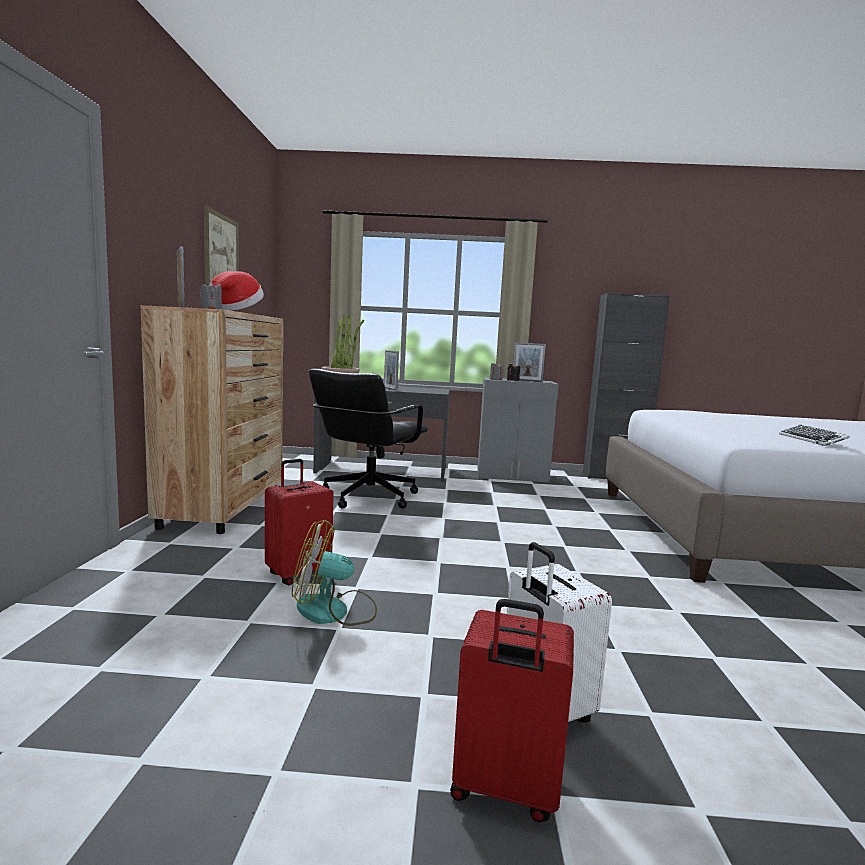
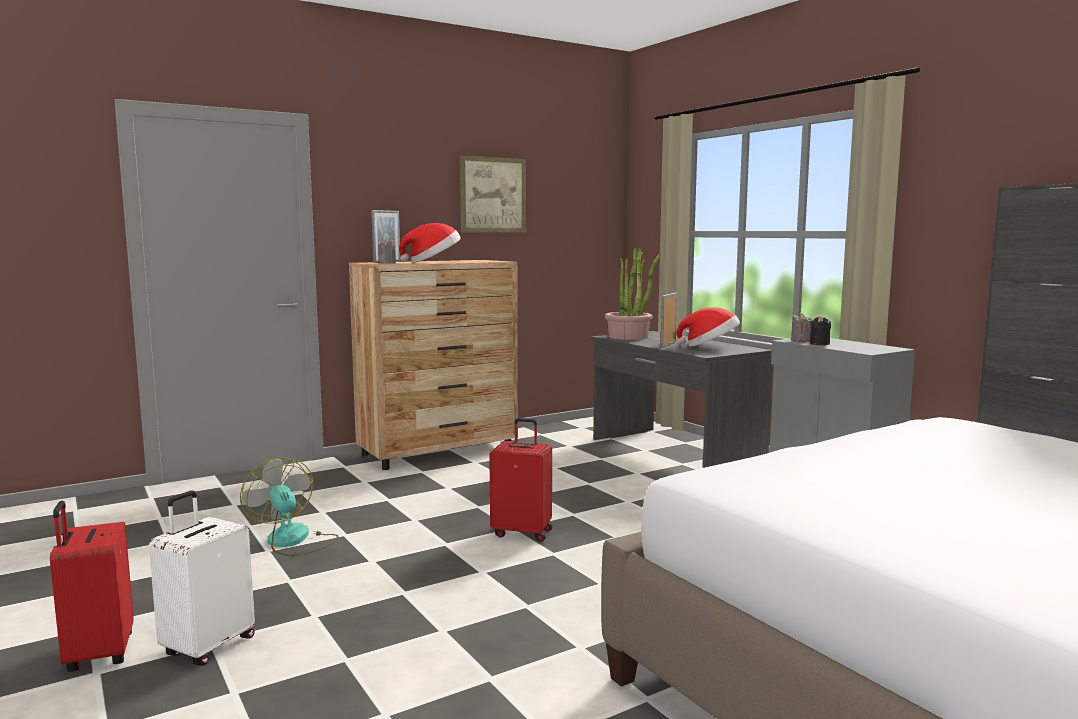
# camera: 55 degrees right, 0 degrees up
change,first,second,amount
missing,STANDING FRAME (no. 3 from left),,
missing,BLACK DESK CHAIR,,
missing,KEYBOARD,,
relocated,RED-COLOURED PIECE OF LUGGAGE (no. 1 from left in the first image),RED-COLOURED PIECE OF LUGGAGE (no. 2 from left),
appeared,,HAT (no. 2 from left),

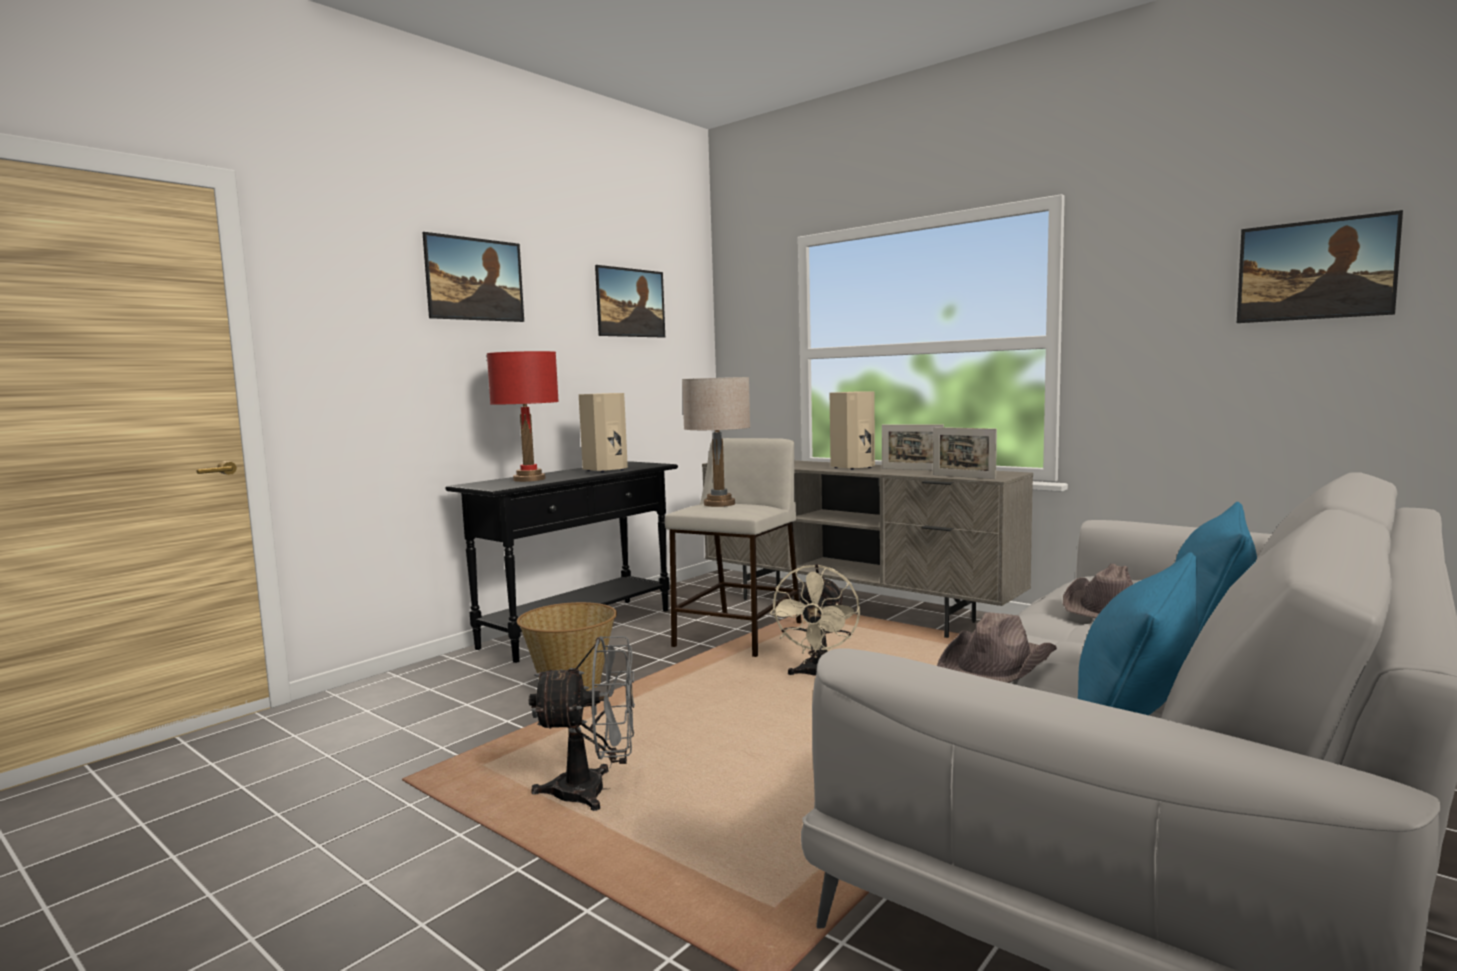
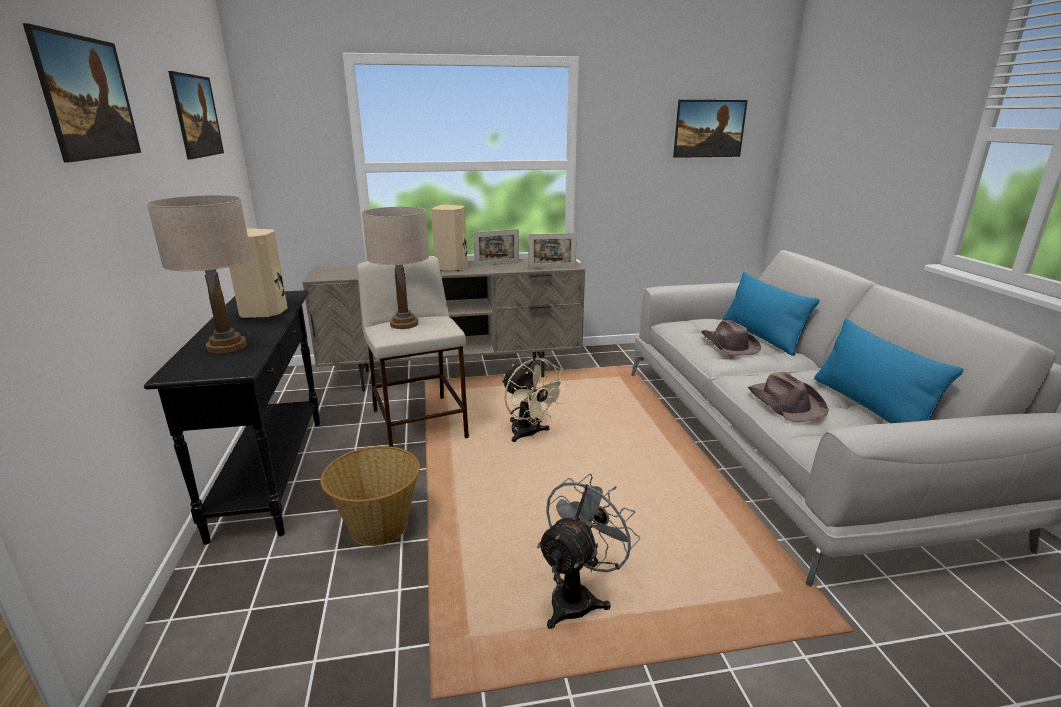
# camera: 50 degrees left, 15 degrees up
change,first,second,amount
colour,RED-COLOURED TABLE LAMP,SAND-COLOURED TABLE LAMP (no. 1 from left),

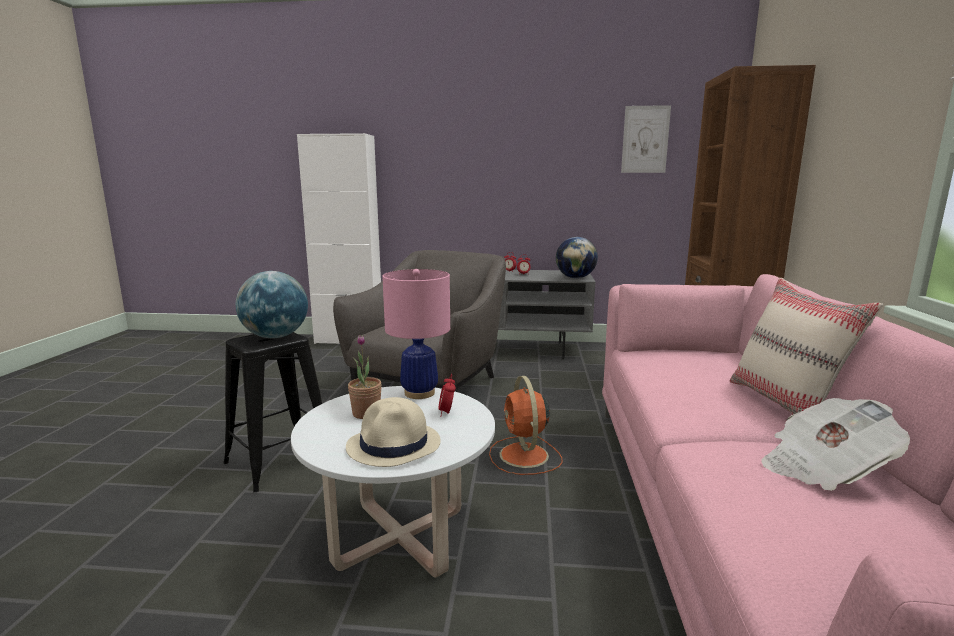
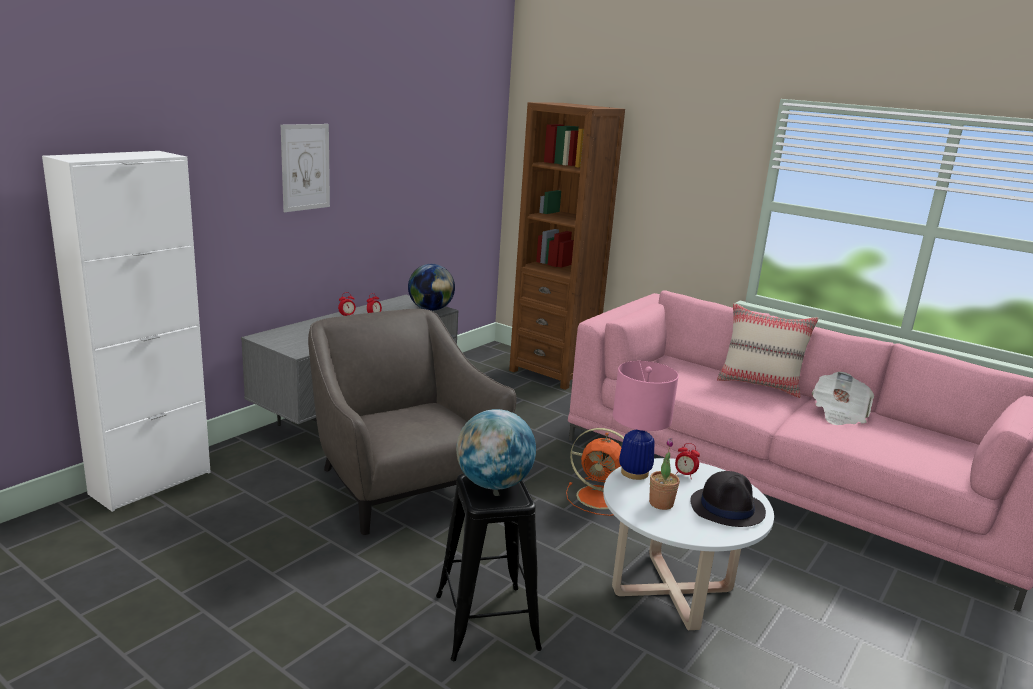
# camera: 60 degrees left, 5 degrees up
change,first,second,amount
relocated,WALL ART,,
colour,SAND-COLOURED HAT,BLACK HAT,

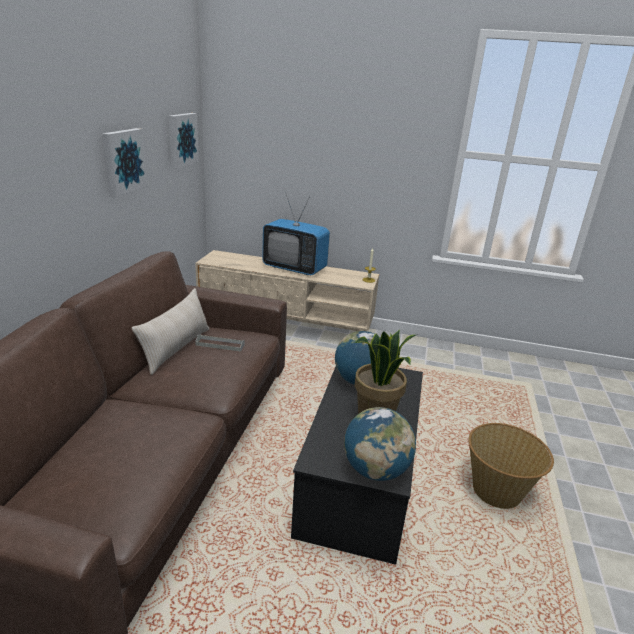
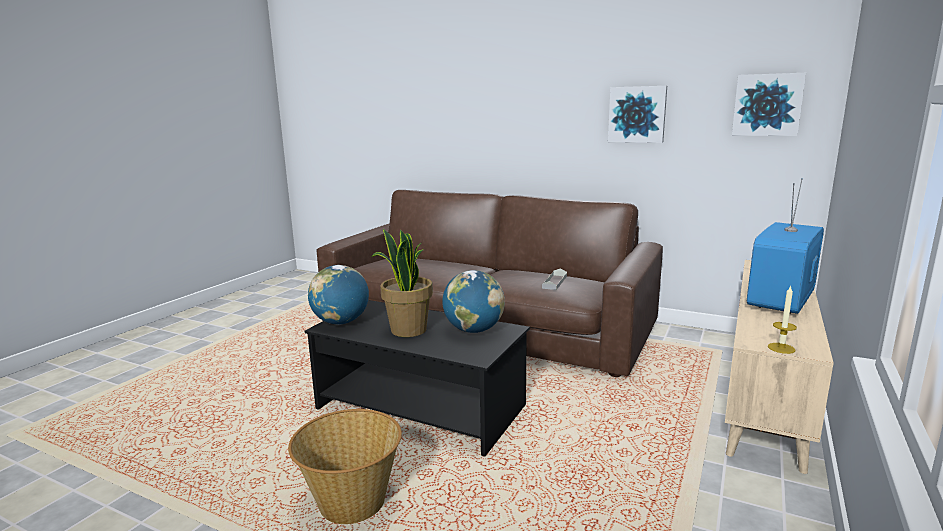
# camera: 105 degrees right, 10 degrees down
change,first,second,amount
missing,SAND-COLOURED THROW PILLOW,,

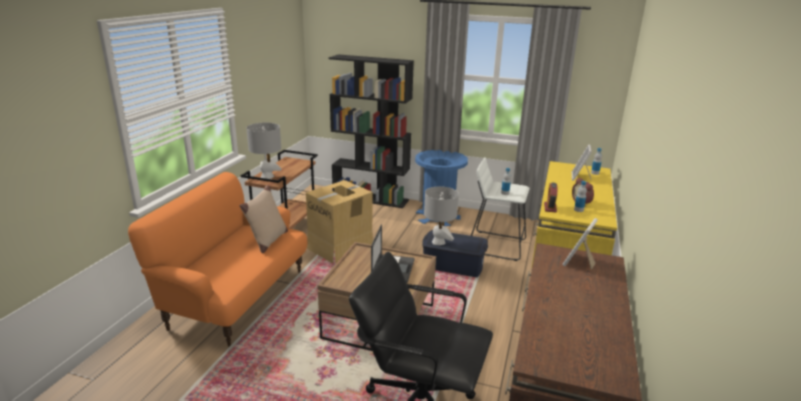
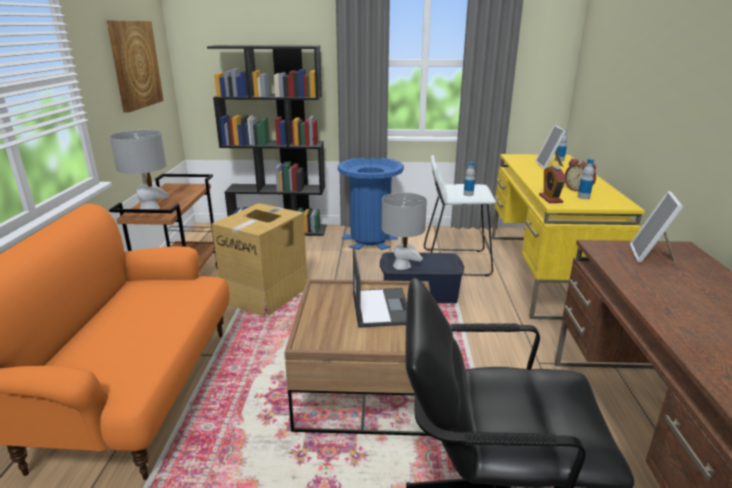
# camera: 15 degrees left, 0 degrees up
change,first,second,amount
missing,SAND-COLOURED THROW PILLOW,,
appeared,,WALL ART,

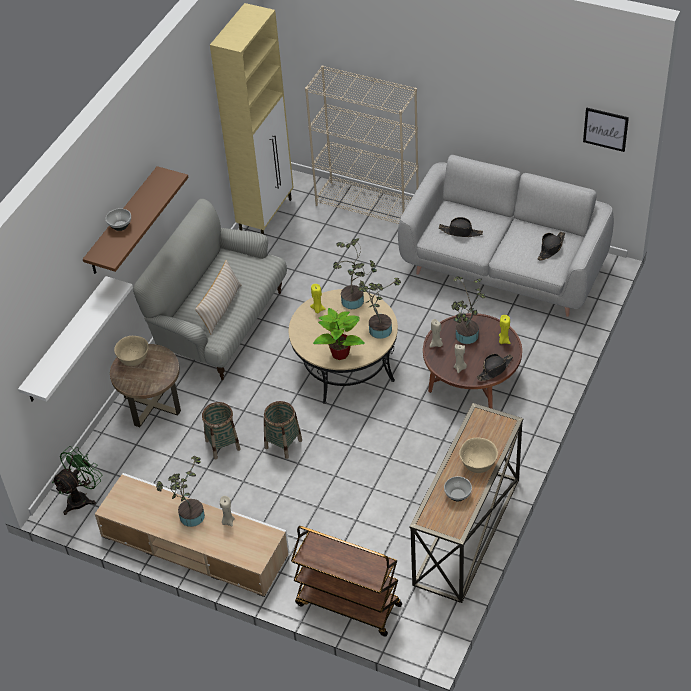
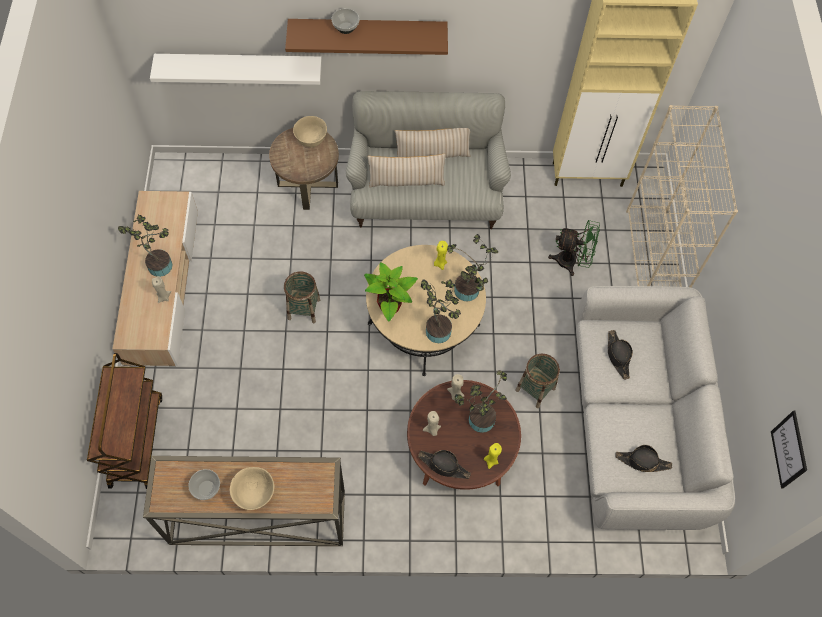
# camera: 60 degrees right, 15 degrees up
change,first,second,amount
relocated,STORAGE BASKET (no. 1 from left in the first image),STORAGE BASKET (no. 2 from left),
relocated,GREEN-COLOURED COOLING FAN,,
appeared,,SAND-COLOURED THROW PILLOW (no. 2 from left),

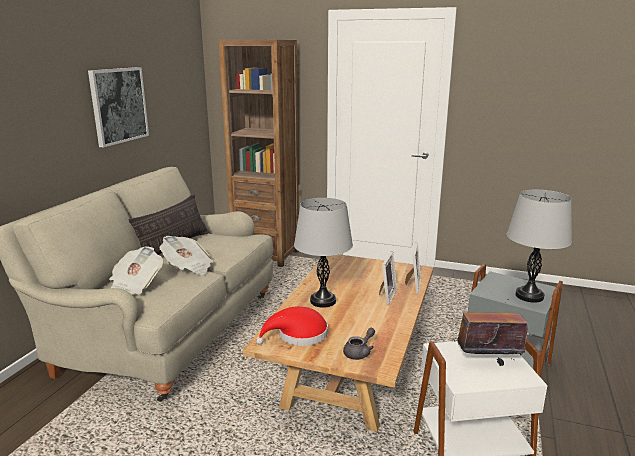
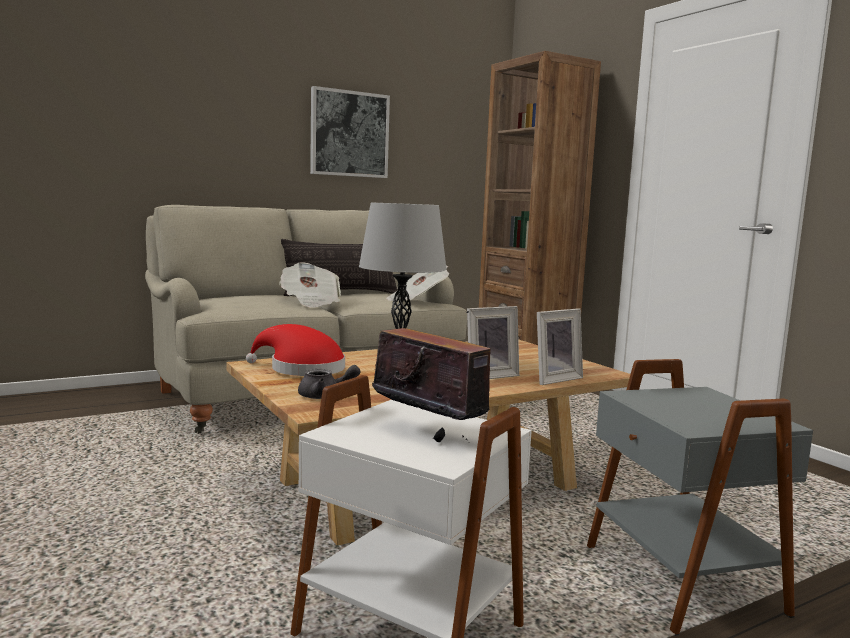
# camera: 40 degrees right, 10 degrees down
change,first,second,amount
missing,GREYISH TABLE LAMP (no. 2 from left),,
relocated,NEWSPAPER (no. 1 from left in the first image),NEWSPAPER (no. 2 from left),

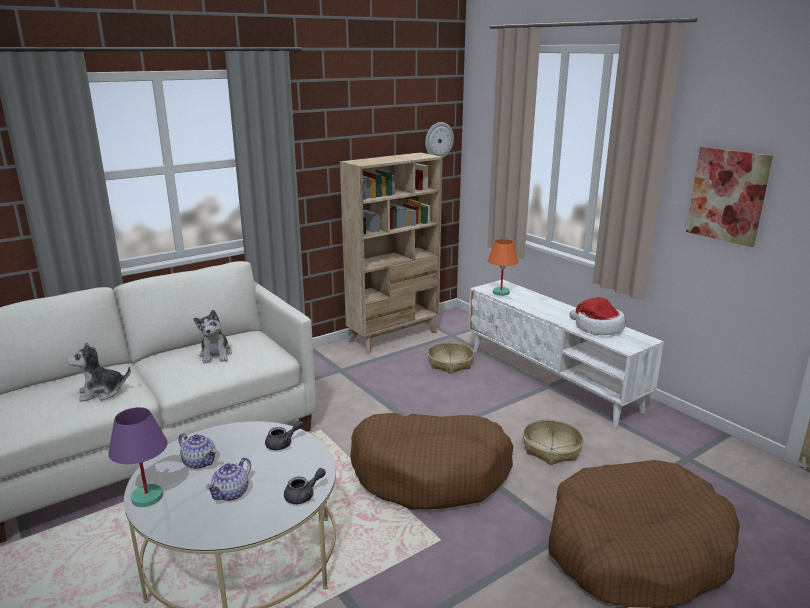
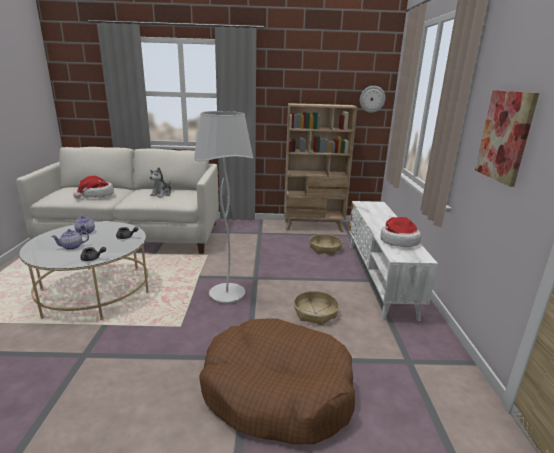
# camera: 35 degrees right, 0 degrees up
change,first,second,amount
missing,ORANGE-COLOURED TABLE LAMP,,
exchanged,PLUSH TOY (no. 1 from left),HAT (no. 1 from left),
missing,PURPLISH TABLE LAMP,,
exchanged,BROWN-COLOURED DOG BED (no. 1 from left),WHITISH STANDING LAMP,

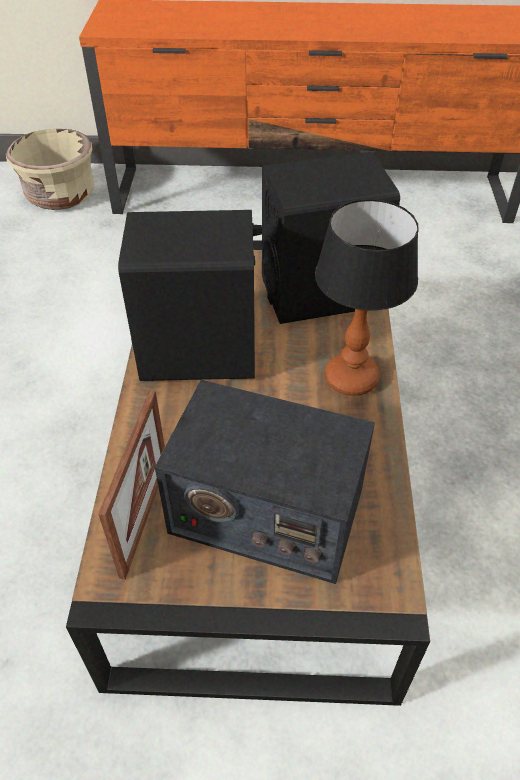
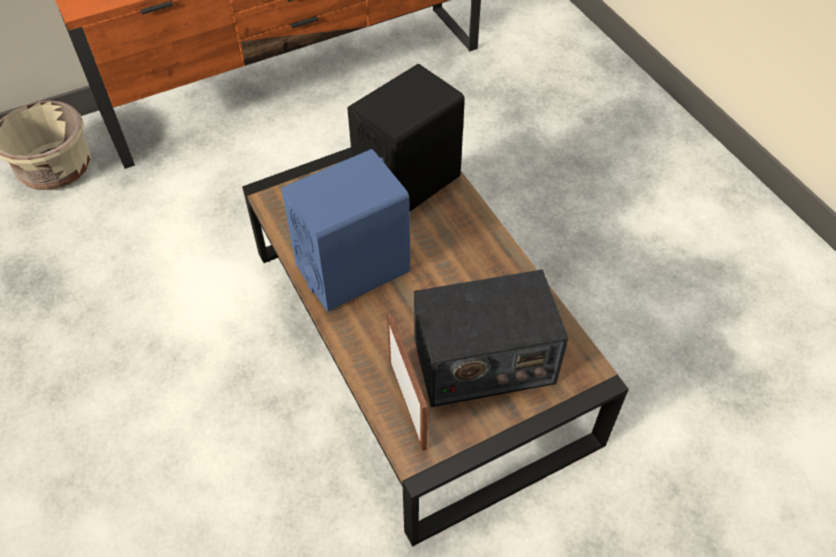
# camera: 30 degrees left, 5 degrees up
change,first,second,amount
missing,TABLE LAMP,,
colour,BLACK AUDIO SPEAKER (no. 1 from left),BLUE-COLOURED AUDIO SPEAKER,

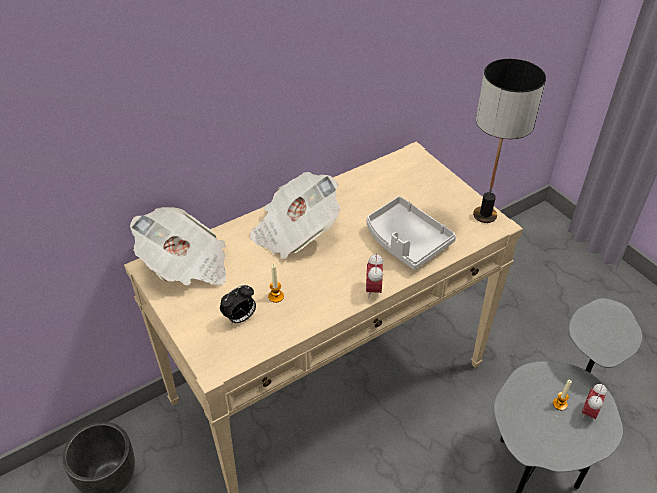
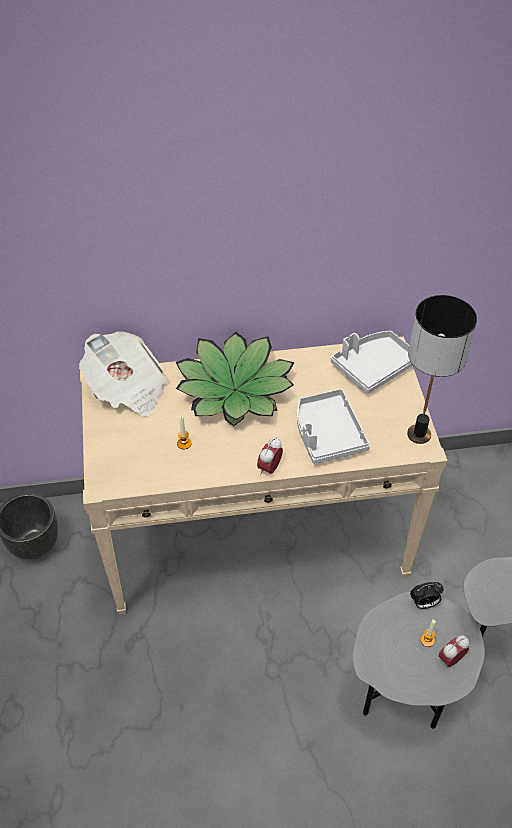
# camera: 25 degrees right, 5 degrees up
change,first,second,amount
exchanged,NEWSPAPER (no. 2 from left),PLANT IN A POT,
relocated,ALARM CLOCK (no. 1 from left in the first image),ALARM CLOCK (no. 2 from left),
appeared,,GREYISH SERVING TRAY (no. 2 from left),

